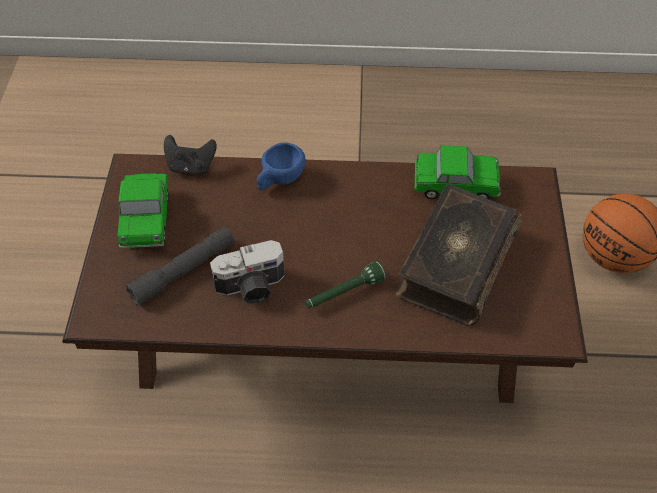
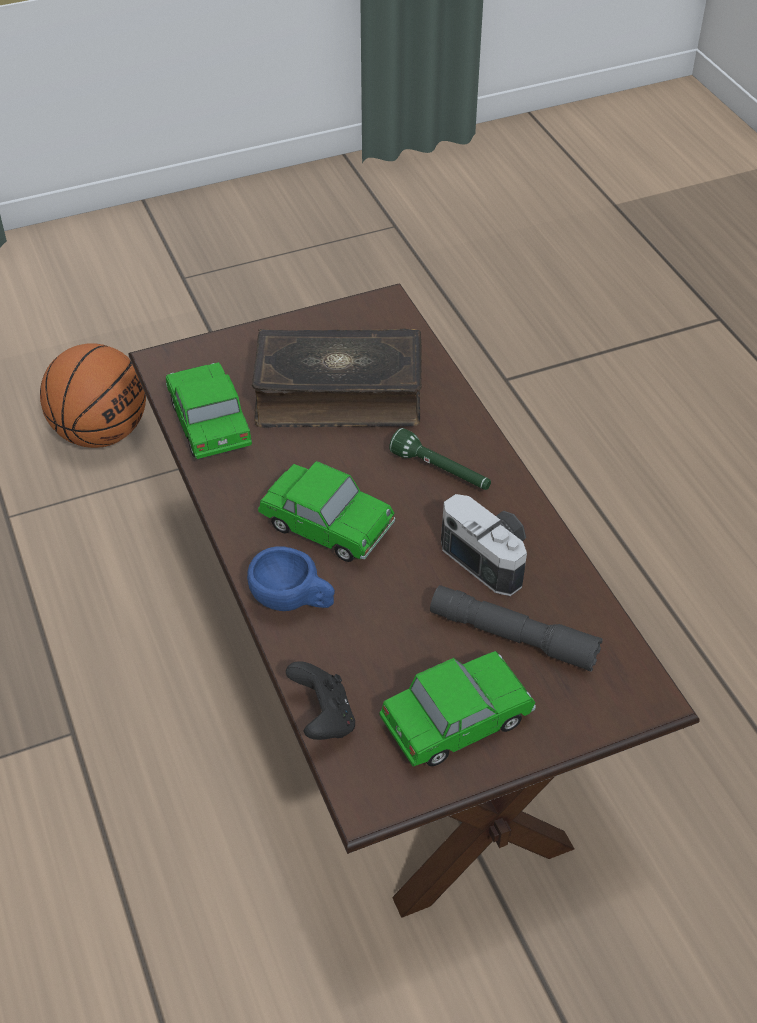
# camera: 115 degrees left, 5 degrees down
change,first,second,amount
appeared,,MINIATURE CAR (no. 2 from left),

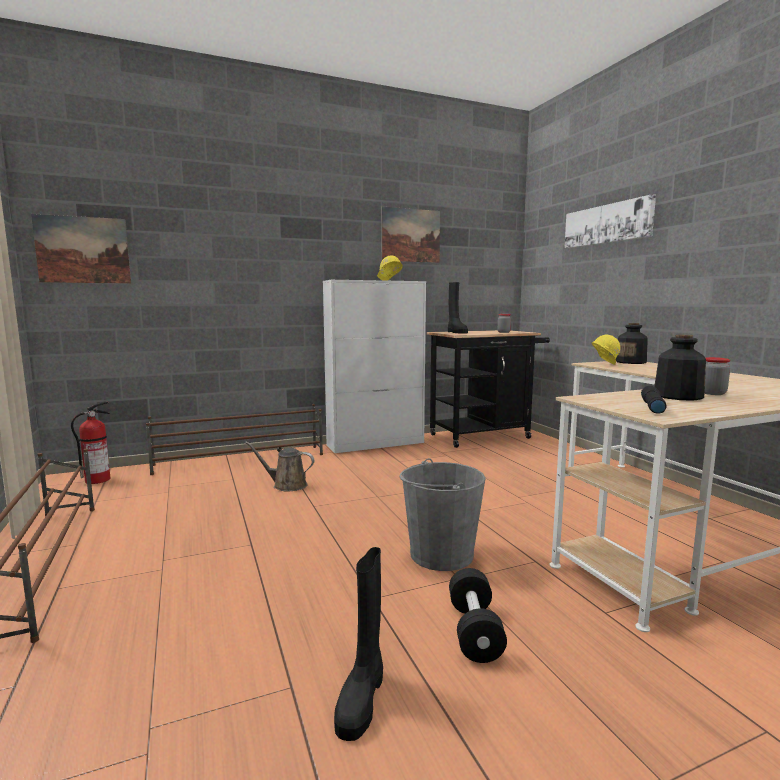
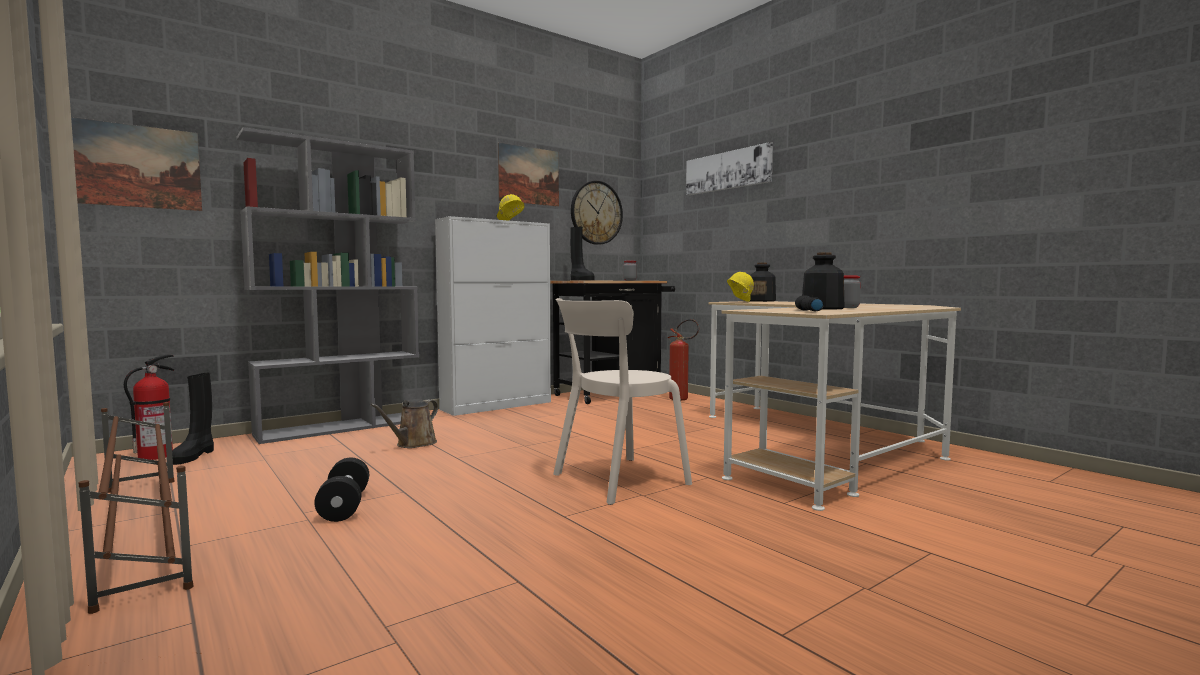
# camera: 15 degrees left, 5 degrees down
change,first,second,amount
exchanged,BROWN-COLOURED SHOE SHELF (no. 2 from left),GREYISH BOOKCASE,
spun,BROWN-COLOURED SPRINKLING CAN,,60 degrees counterclockwise
exchanged,GREYISH BUCKET,SAND-COLOURED CHAIR,
relocated,BLACK BOOT (no. 1 from left),,
relocated,BLACK FREE WEIGHT,,
appeared,,WALL CLOCK,
appeared,,EXTINGUISHER (no. 2 from left),

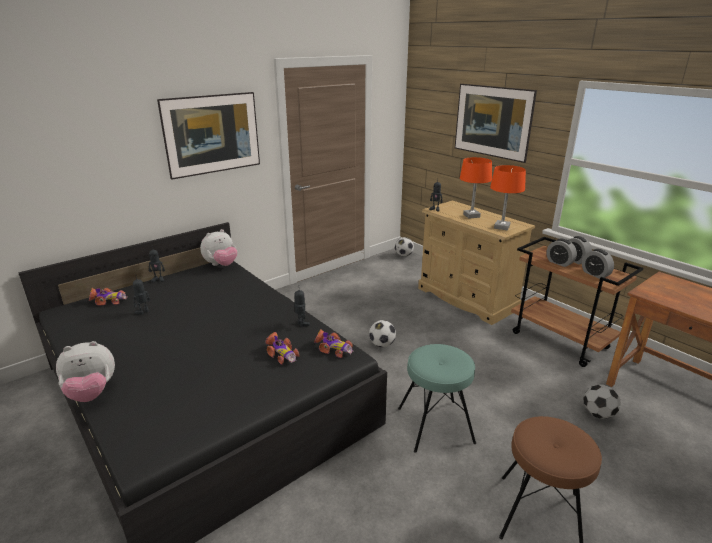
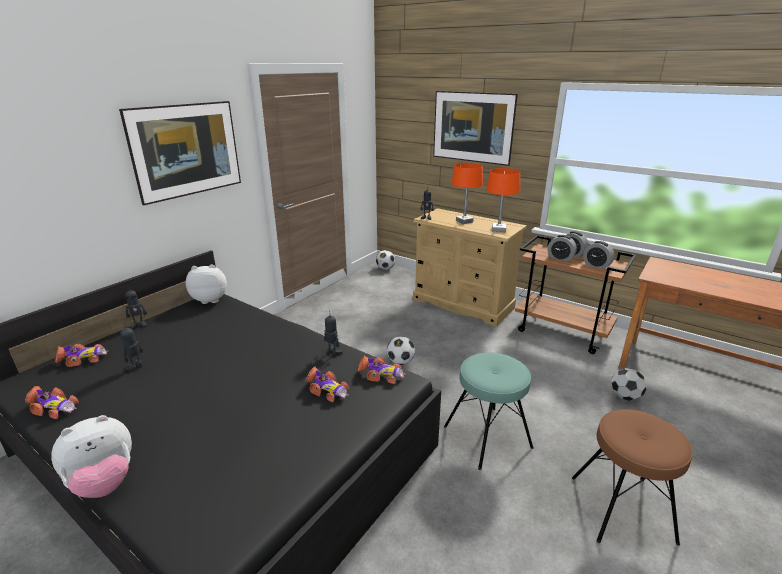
# camera: 15 degrees left, 0 degrees up
change,first,second,amount
spun,PLUSH TOY (no. 2 from left),,135 degrees counterclockwise
appeared,,MINIATURE CAR (no. 1 from left),

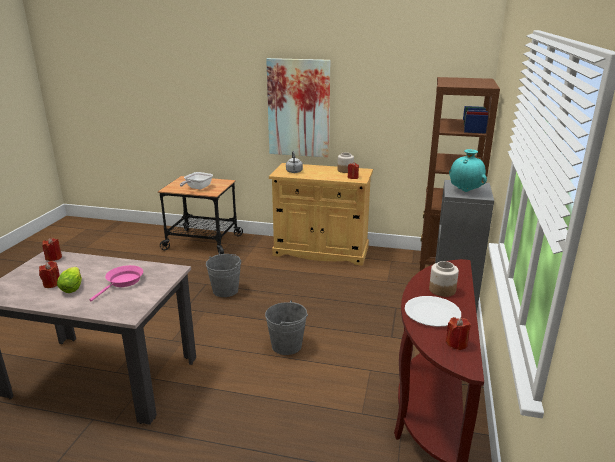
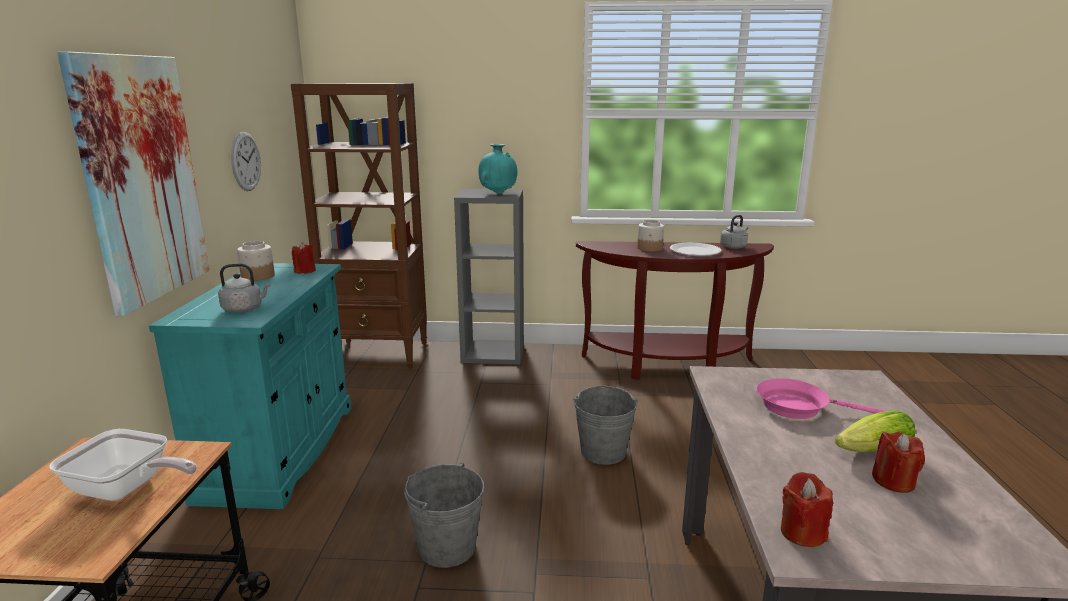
# camera: 100 degrees left, 5 degrees down
change,first,second,amount
colour,SAND-COLOURED STORAGE CABINET,TURQUOISE STORAGE CABINET,
exchanged,RED-COLOURED CANDLE (no. 4 from left),GREYISH KETTLE (no. 2 from left),
appeared,,WALL CLOCK,

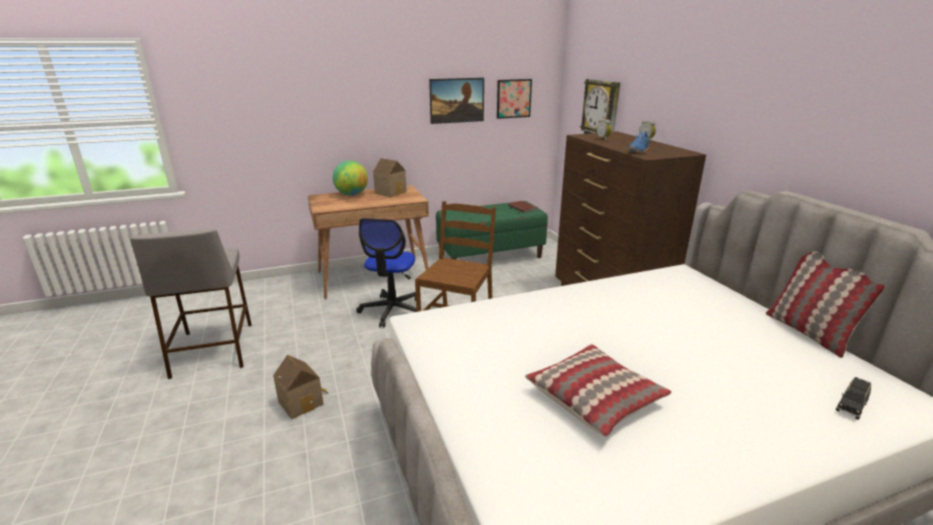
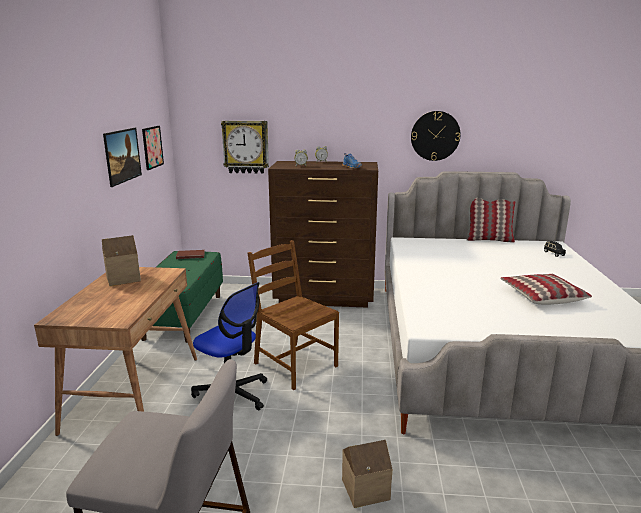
# camera: 65 degrees left, 5 degrees down
change,first,second,amount
missing,GLOBE,,
appeared,,WALL CLOCK (no. 2 from left),

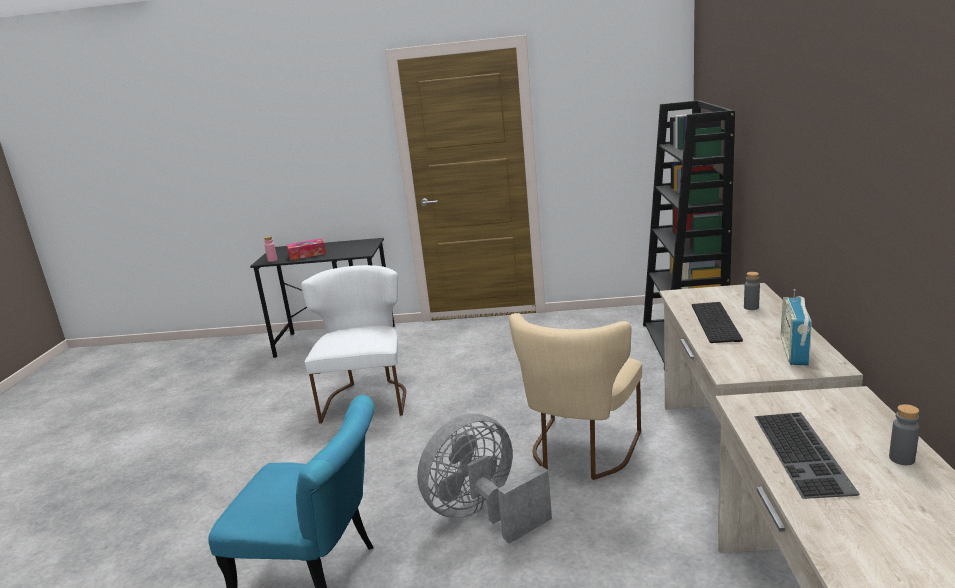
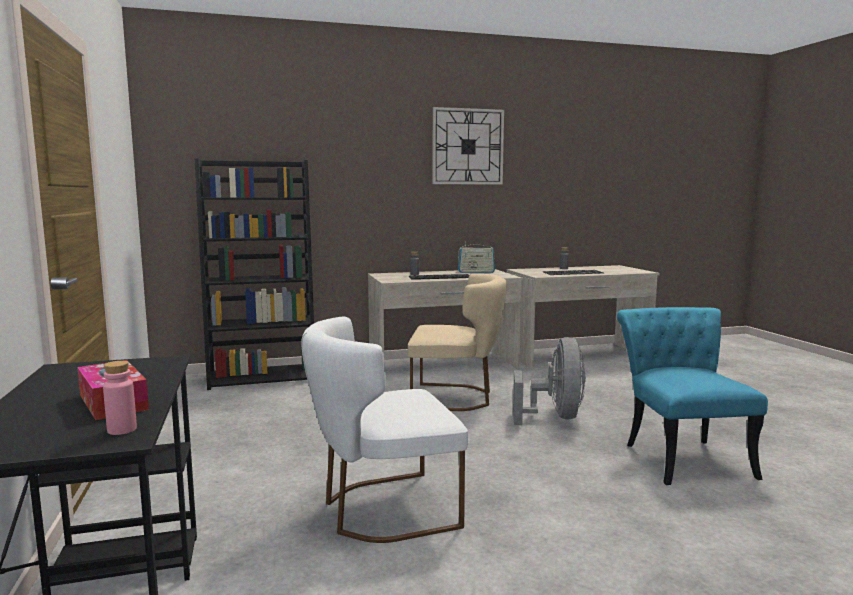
# camera: 110 degrees left, 10 degrees down
change,first,second,amount
spun,GREYISH COOLING FAN,,120 degrees counterclockwise
appeared,,WALL CLOCK,

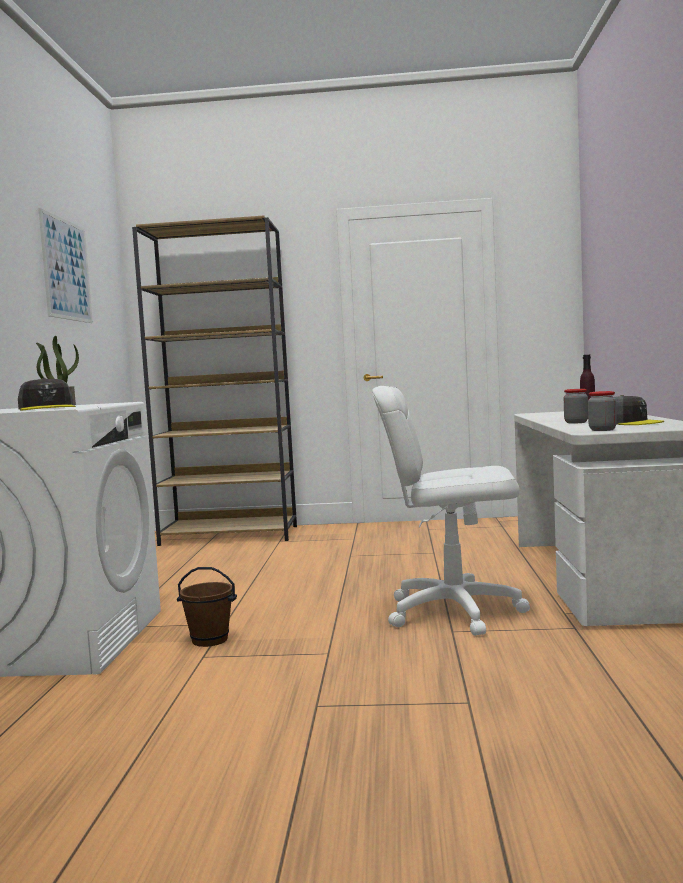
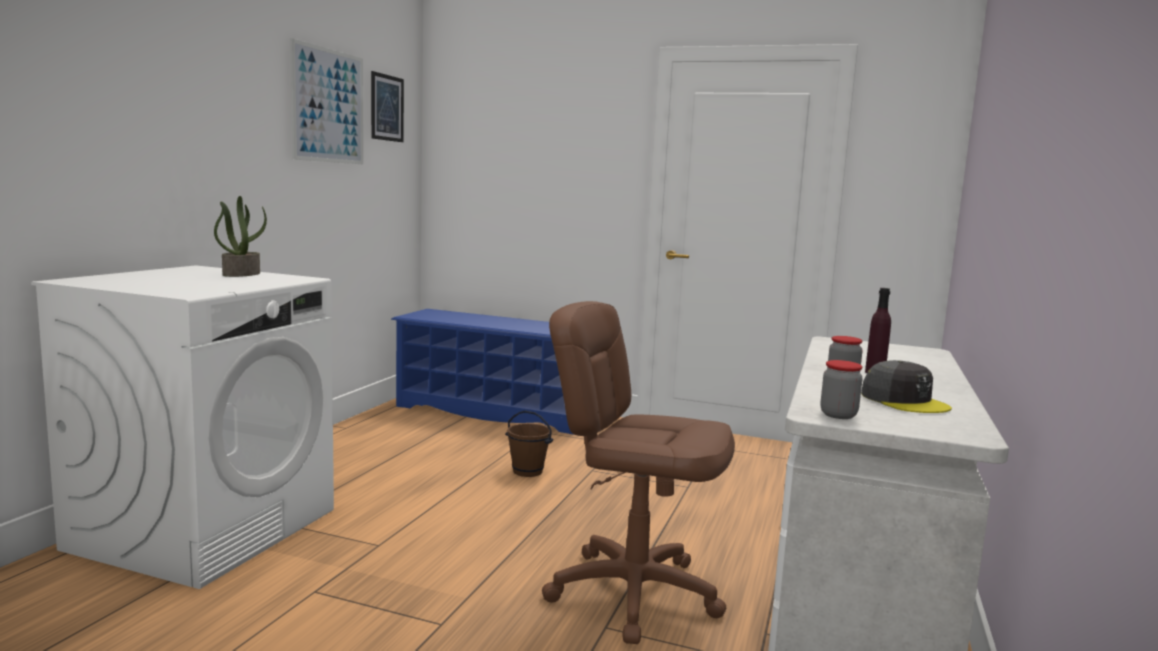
# camera: 15 degrees right, 5 degrees up
change,first,second,amount
exchanged,BROWN-COLOURED BOOKCASE,BLUE-COLOURED SHOE SHELF,
missing,GREYISH BASEBALL CAP (no. 1 from left),,
colour,WHITISH DESK CHAIR,BROWN-COLOURED DESK CHAIR,
relocated,BROWN-COLOURED BUCKET,,
appeared,,WALL ART (no. 2 from left),

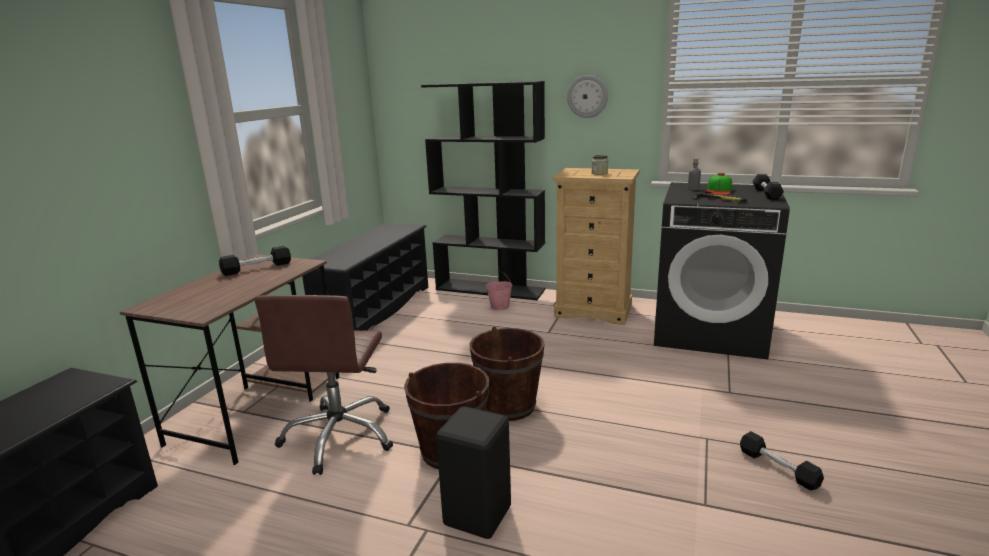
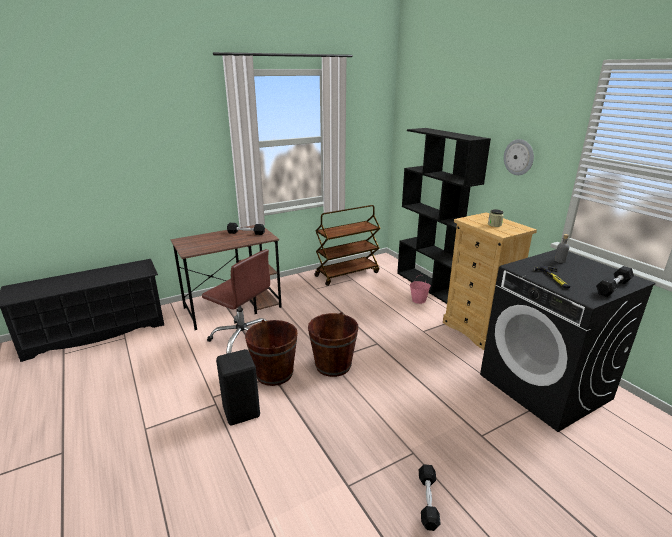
# camera: 40 degrees right, 5 degrees up
change,first,second,amount
missing,BASEBALL CAP,,
exchanged,BLACK SHOE SHELF (no. 2 from left),BROWN-COLOURED WHEELED CART,
spun,BROWN-COLOURED DESK CHAIR,,105 degrees counterclockwise

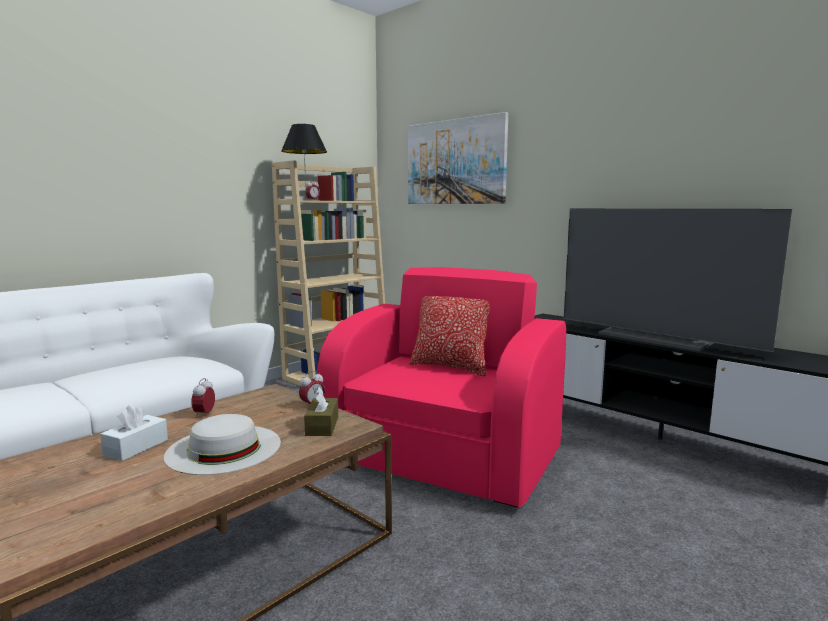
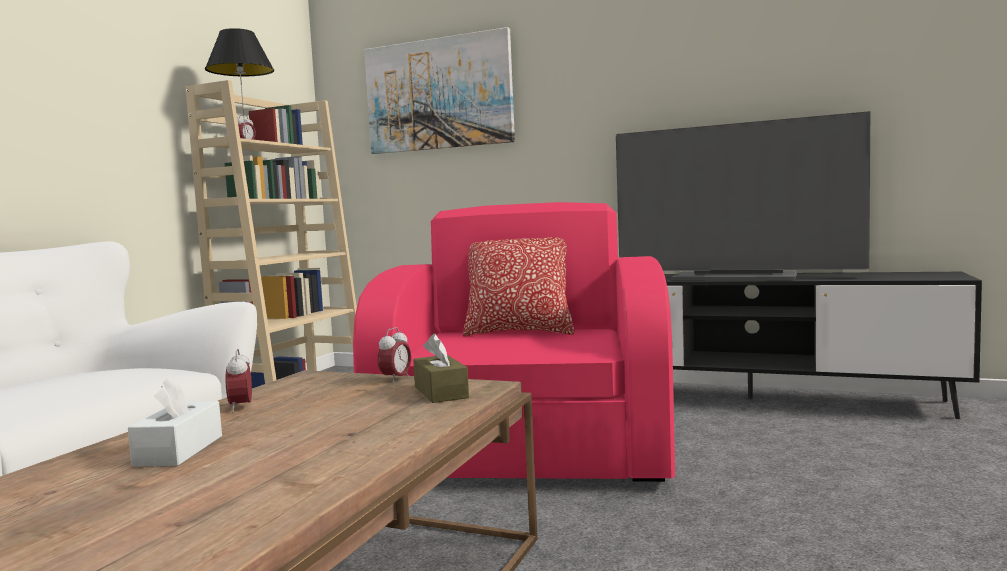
# camera: 20 degrees left, 5 degrees down
change,first,second,amount
missing,WHITISH HAT,,

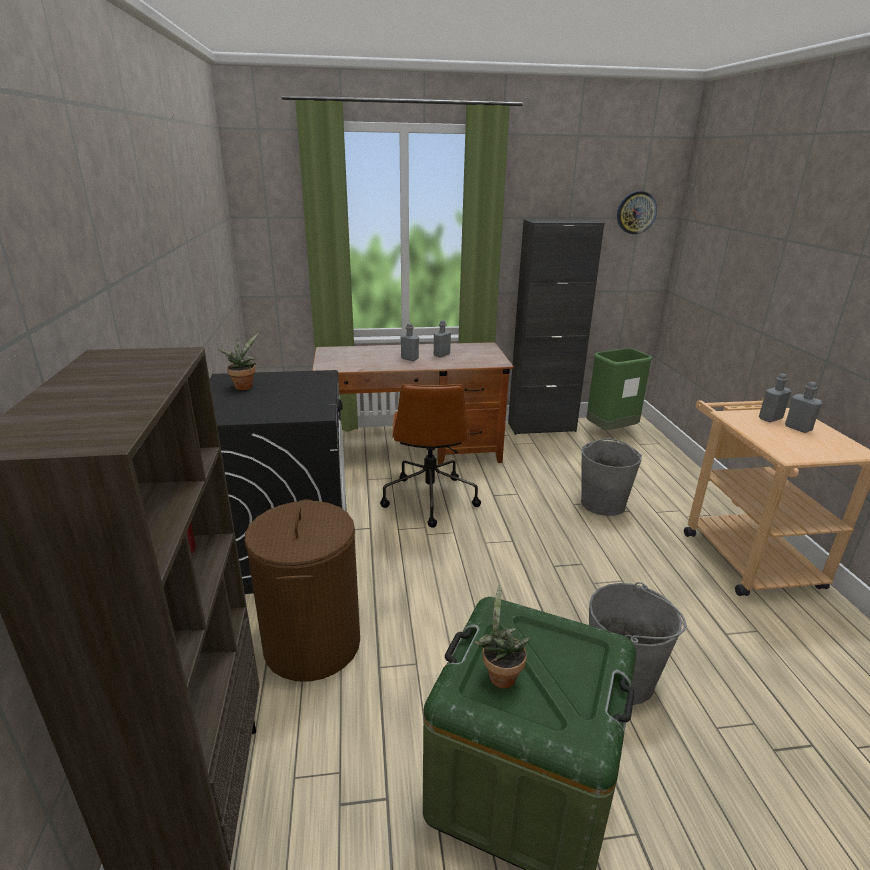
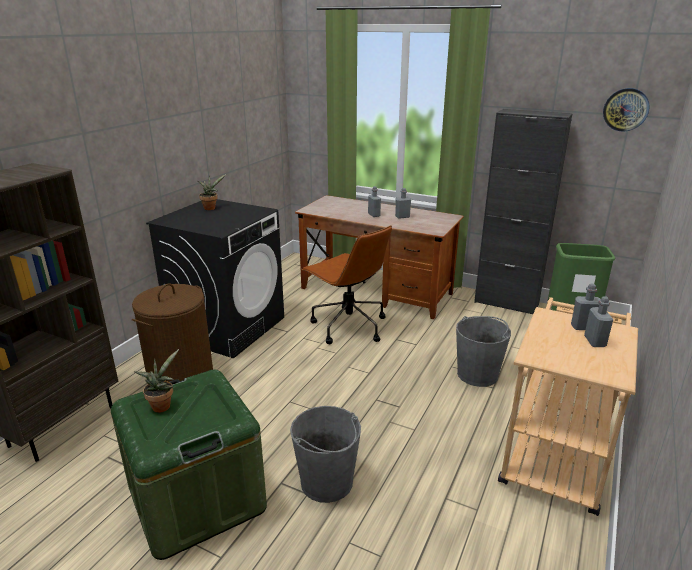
# camera: 35 degrees right, 0 degrees up
change,first,second,amount
spun,BROWN-COLOURED DESK CHAIR,,75 degrees counterclockwise

